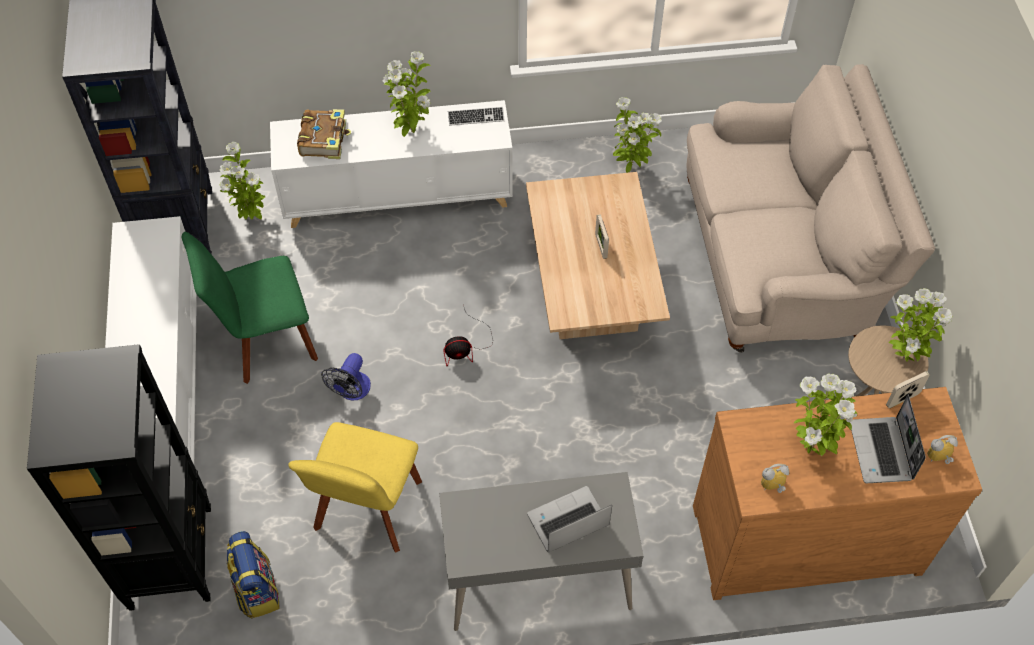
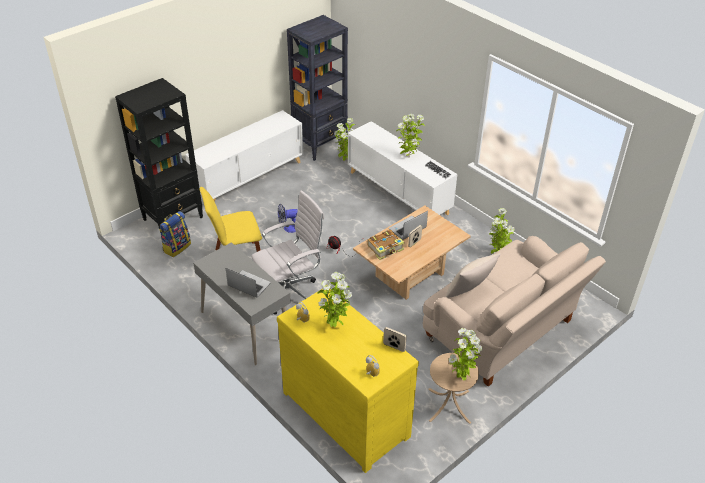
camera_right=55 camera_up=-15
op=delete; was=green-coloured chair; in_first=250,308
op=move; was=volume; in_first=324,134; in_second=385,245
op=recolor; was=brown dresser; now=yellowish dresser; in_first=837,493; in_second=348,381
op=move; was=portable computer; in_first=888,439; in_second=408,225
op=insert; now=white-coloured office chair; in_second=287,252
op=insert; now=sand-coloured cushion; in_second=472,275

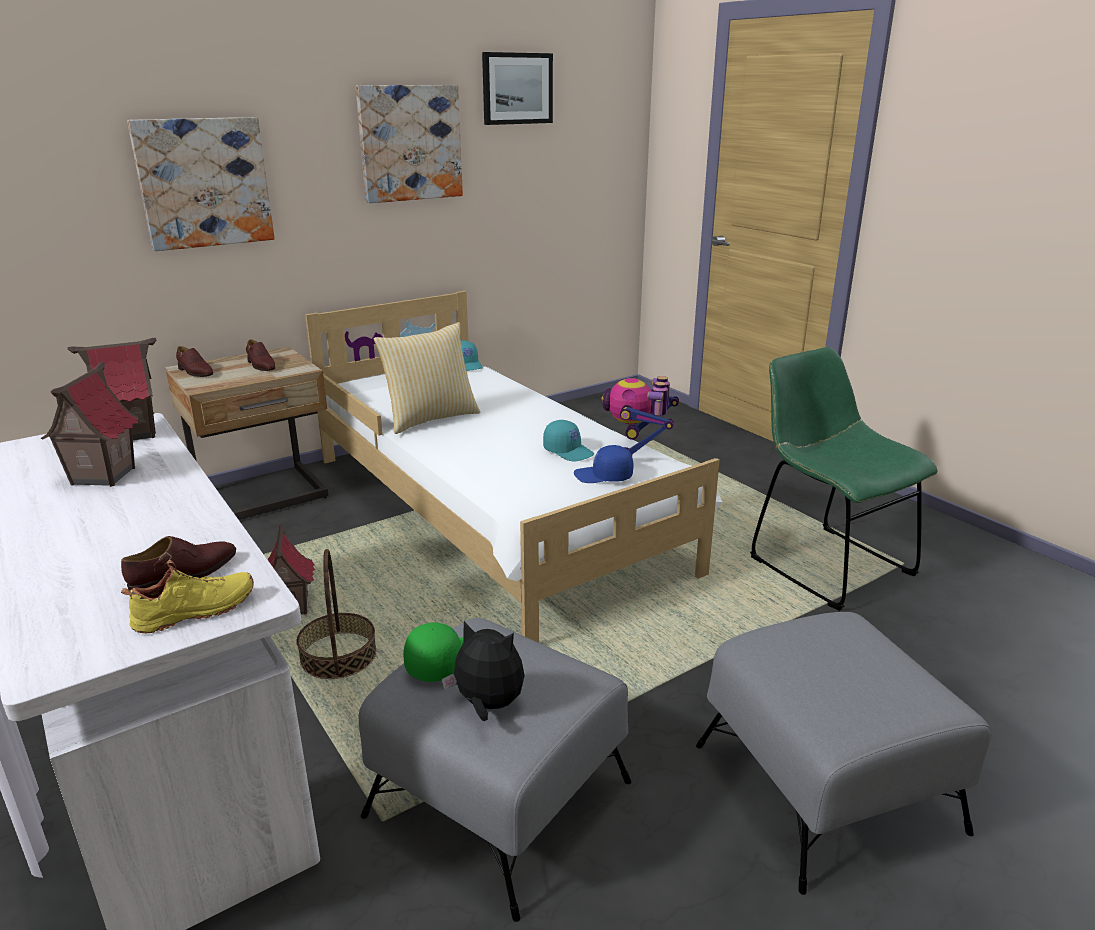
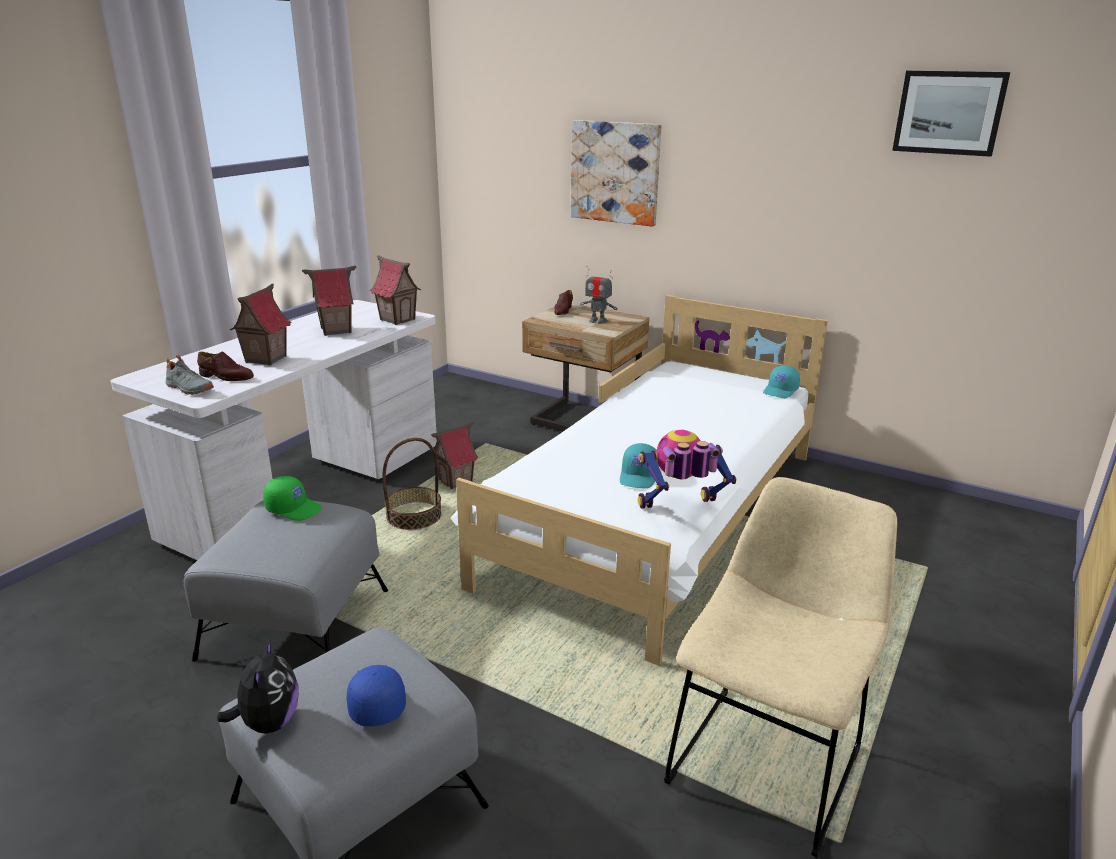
camera_right=65 camera_up=0
op=recolor; was=yellowish item of footwear; now=greyish item of footwear; in_first=187,596; in_second=190,374
op=replace; was=brown item of footwear; now=robot figure; in_first=260,355; in_second=599,295
op=delete; was=picture; in_first=409,144
op=delete; was=cushion; in_first=427,378
op=move; was=cuddly toy; in_first=483,671; in_second=258,686
op=move; was=bluish baseball cap; in_first=603,464; in_second=376,695
op=recolor; was=green-coloured chair; now=sand-coloured chair; in_first=844,479; in_second=780,667
op=insert; now=model house; in_second=261,325

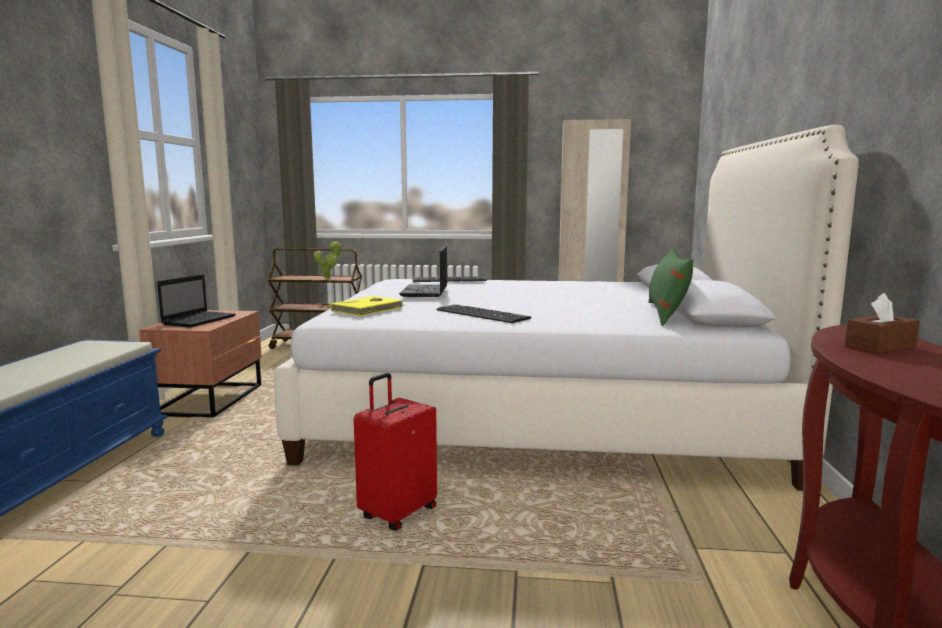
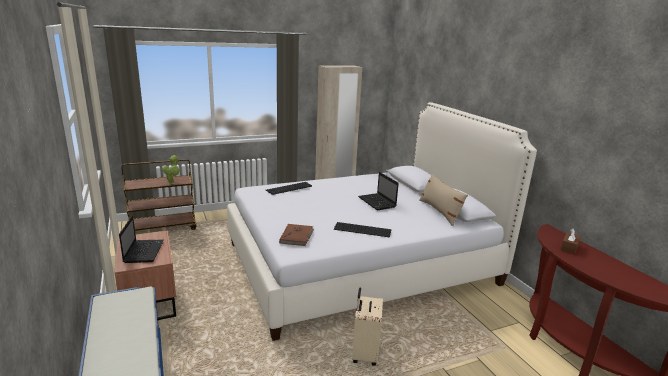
camera_right=-30 camera_up=10
op=recolor; was=yellowish volume; now=brown volume; in_first=368,306; in_second=296,235
op=recolor; was=reddish piece of luggage; now=sand-coloured piece of luggage; in_first=395,452; in_second=367,326
op=move; was=portable computer; in_first=423,271; in_second=378,191
op=recolor; was=green-coloured cushion; now=sand-coloured cushion; in_first=670,287; in_second=443,199

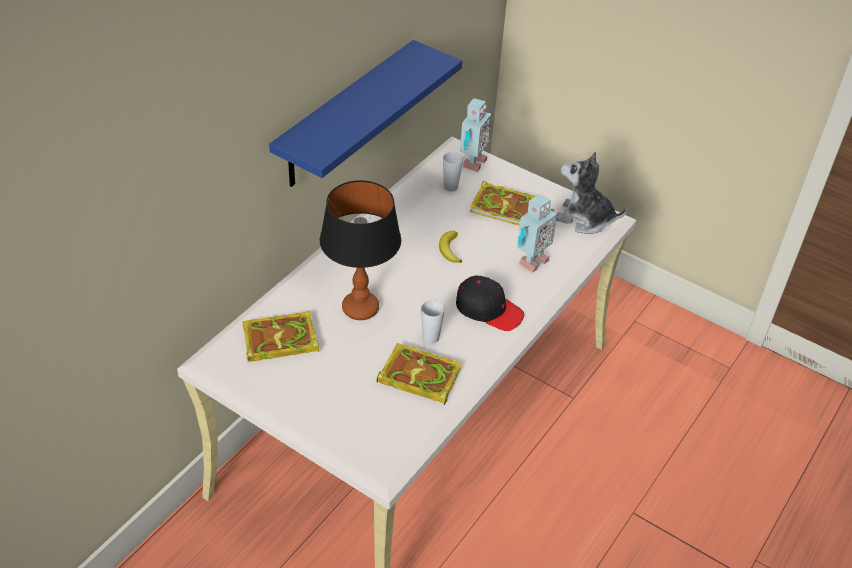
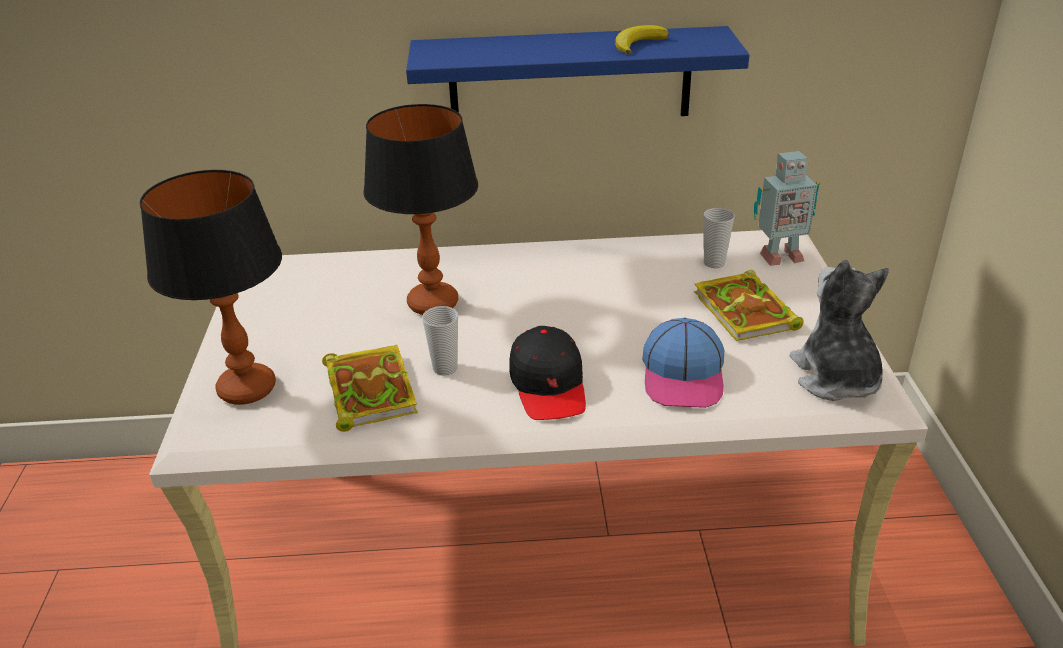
camera_right=55 camera_up=-10
op=delete; was=volume; in_first=280,336
op=move; was=whole banana; in_first=450,247; in_second=642,40
op=replace; was=robot figure; now=baseball cap; in_first=537,233; in_second=683,363
op=insert; now=table lamp; in_second=211,287

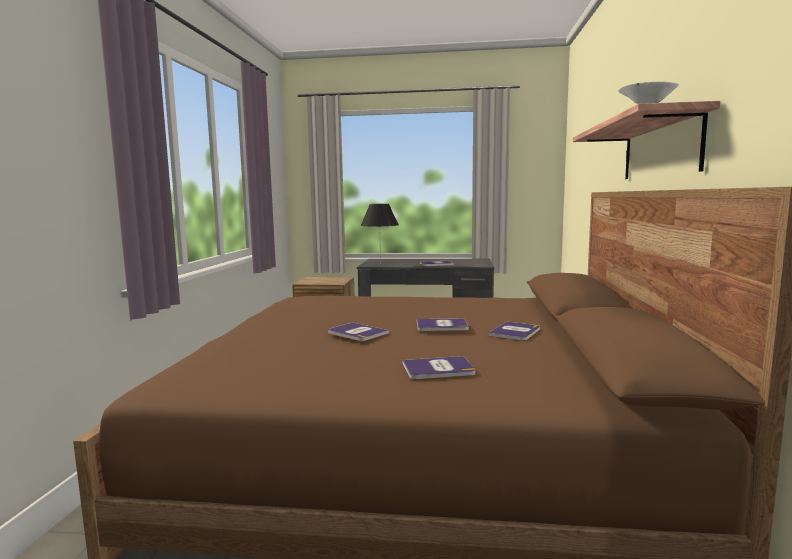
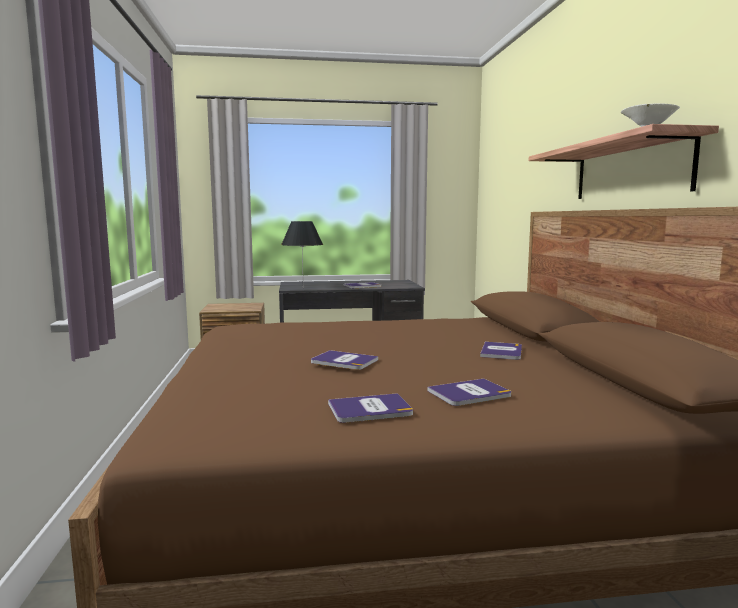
camera_right=-15 camera_up=0
op=move; was=volume; in_first=442,324; in_second=370,408

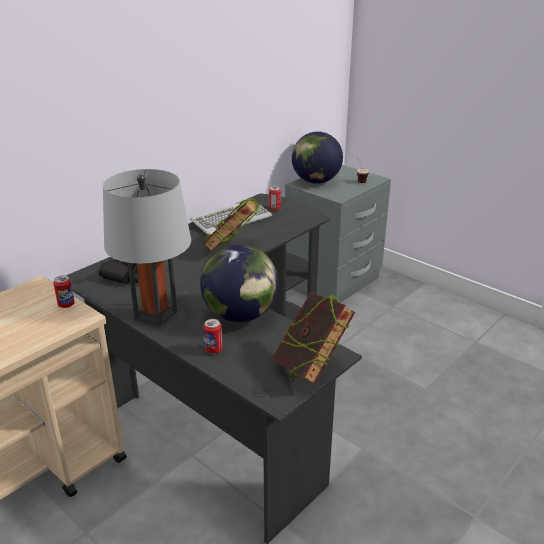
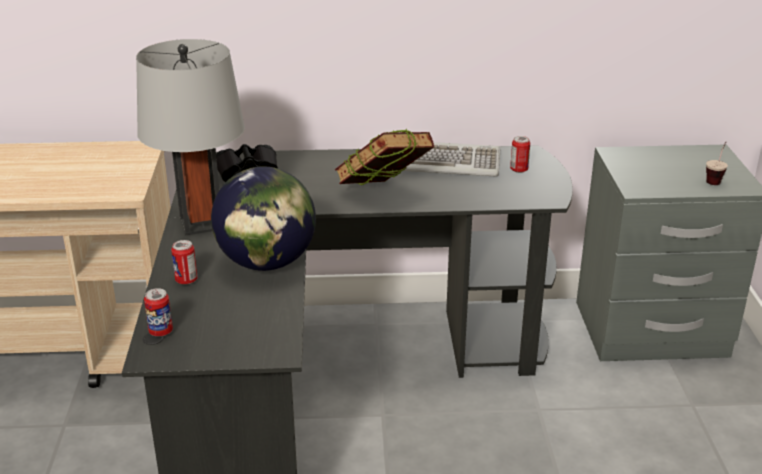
camera_right=45 camera_up=0
op=move; was=can; in_first=64,291; in_second=158,312
op=delete; was=volume; in_first=313,338
op=delete; was=globe; in_first=317,157

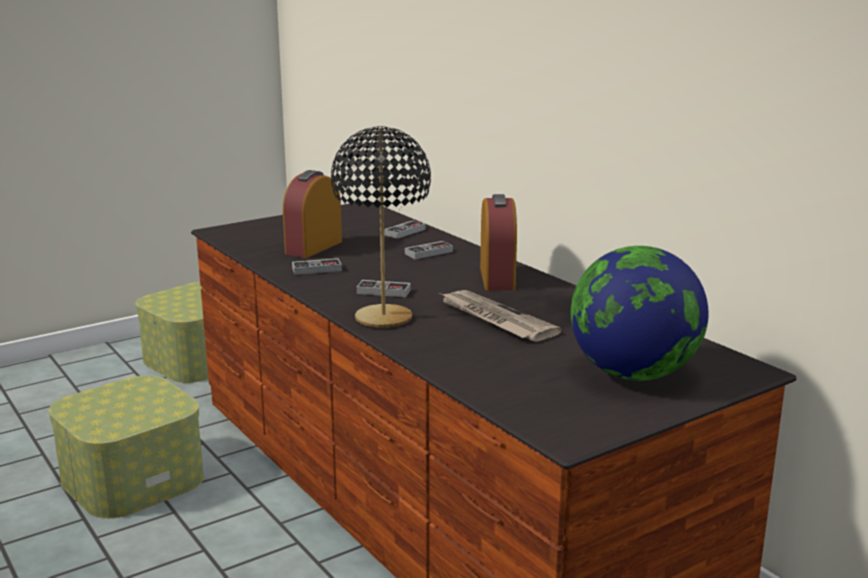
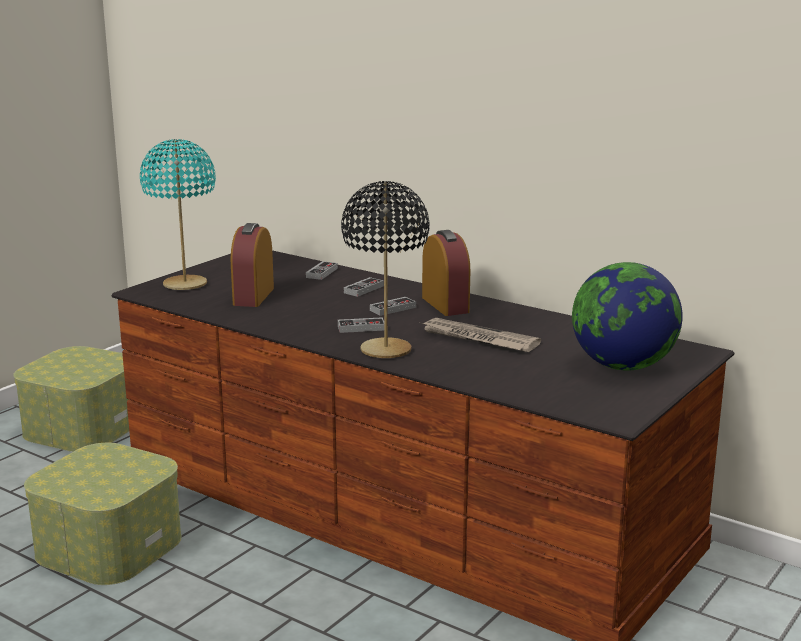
camera_right=-20 camera_up=0
op=move; was=gamepad; in_first=317,266; in_second=393,306
op=insert; now=turquoise-coloured table lamp; in_second=178,214

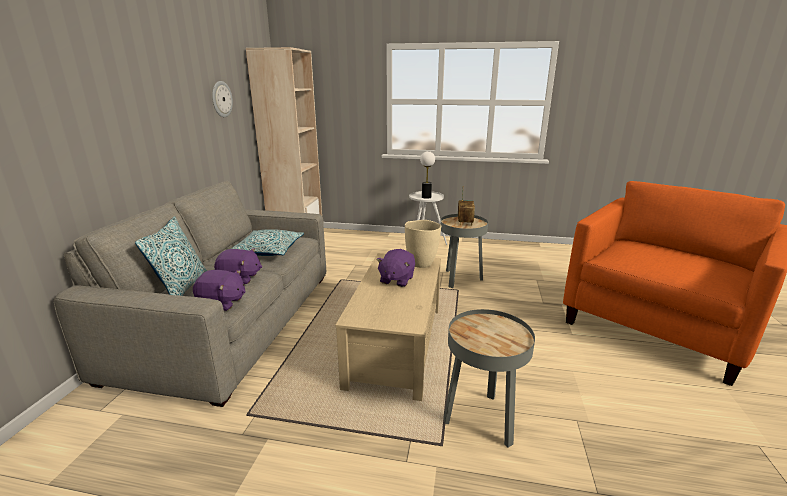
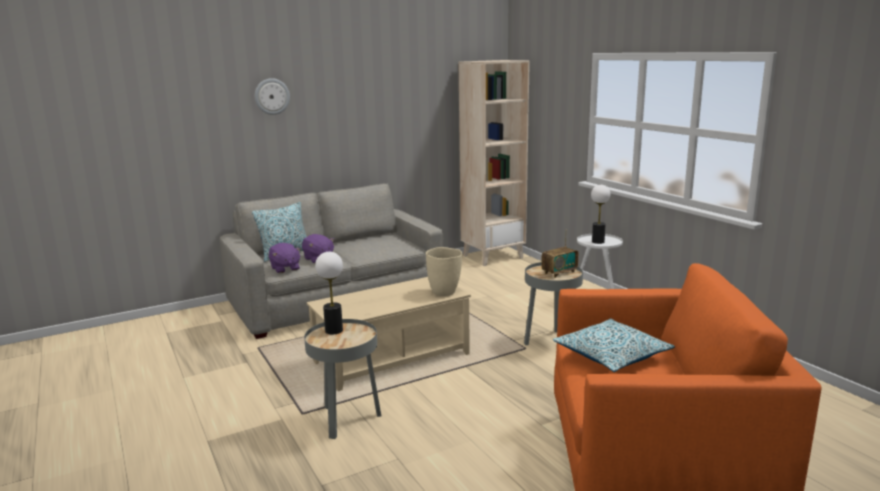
camera_right=50 camera_up=-5
op=move; was=wall clock; in_first=222,99; in_second=272,96
op=move; was=cushion; in_first=267,242; in_second=614,345
op=delete; was=purplish cuddly toy; in_first=395,268
op=insert; now=table lamp; in_second=329,293

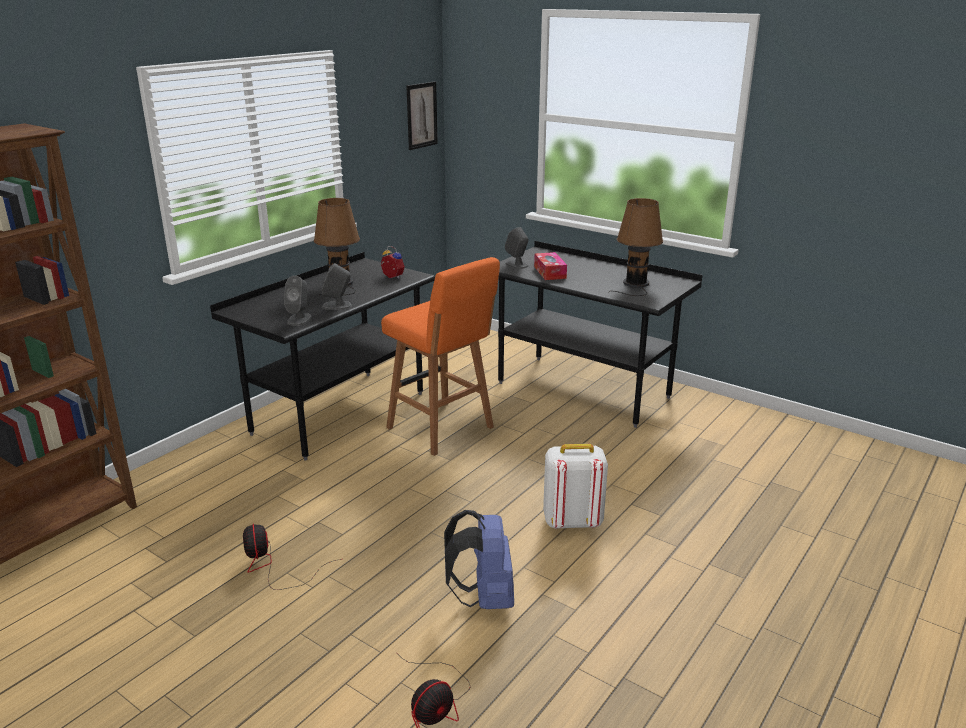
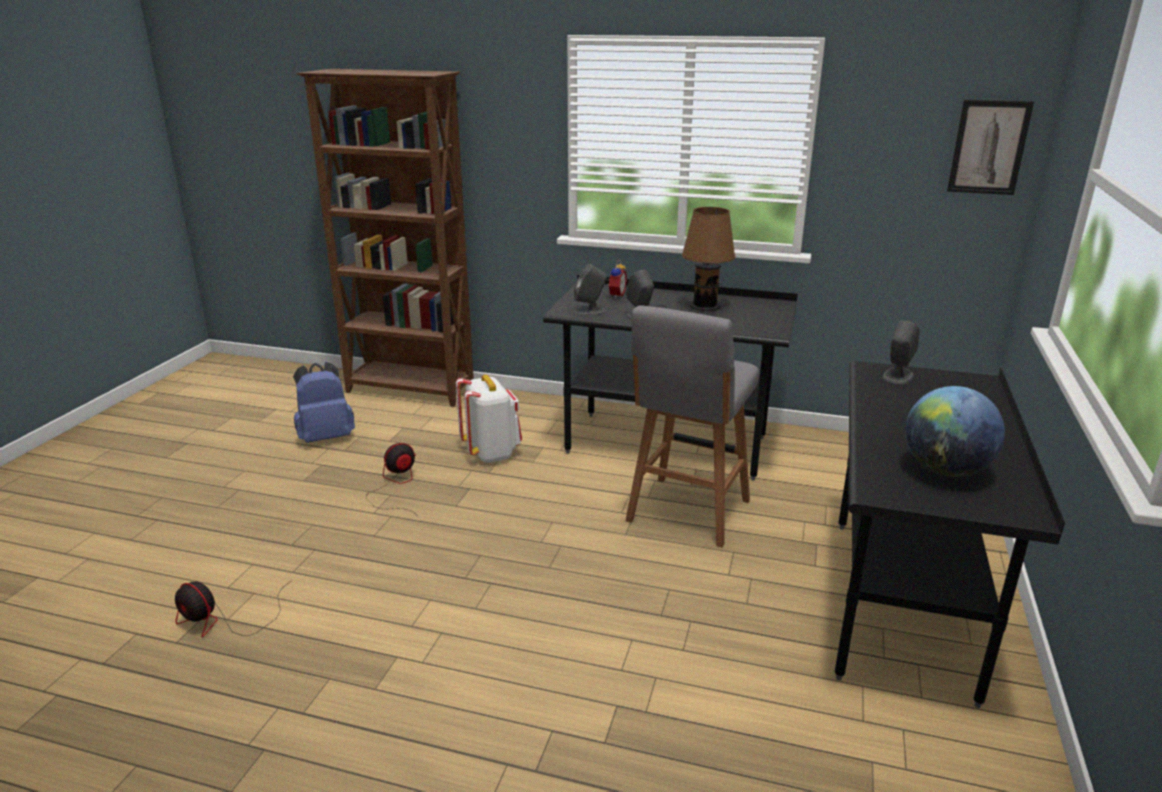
camera_right=70 camera_up=0
op=move; was=table clock; in_first=393,262; in_second=617,279
op=recolor; was=orange stool seat; now=greyish stool seat; in_first=440,356; in_second=692,426
op=move; was=bluish backpack; in_first=479,559; in_second=324,402
op=delete; was=tissue box; in_first=550,266
op=move; was=white-coloured backpack; in_first=575,486; in_second=489,419
op=replace; was=brown table lamp; now=globe; in_first=635,247; in_second=955,431

